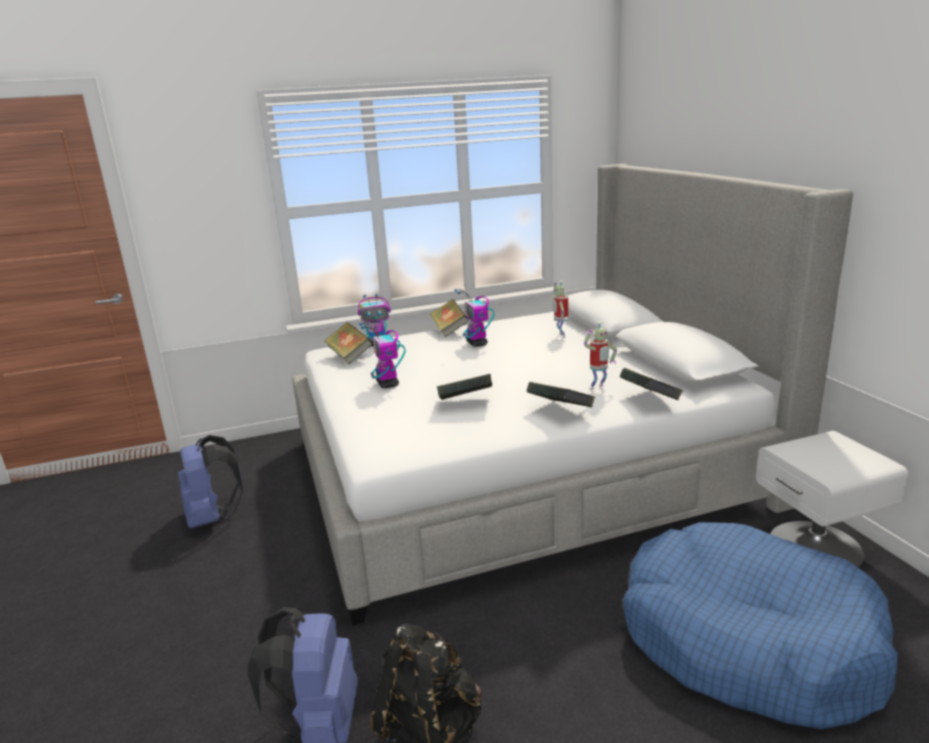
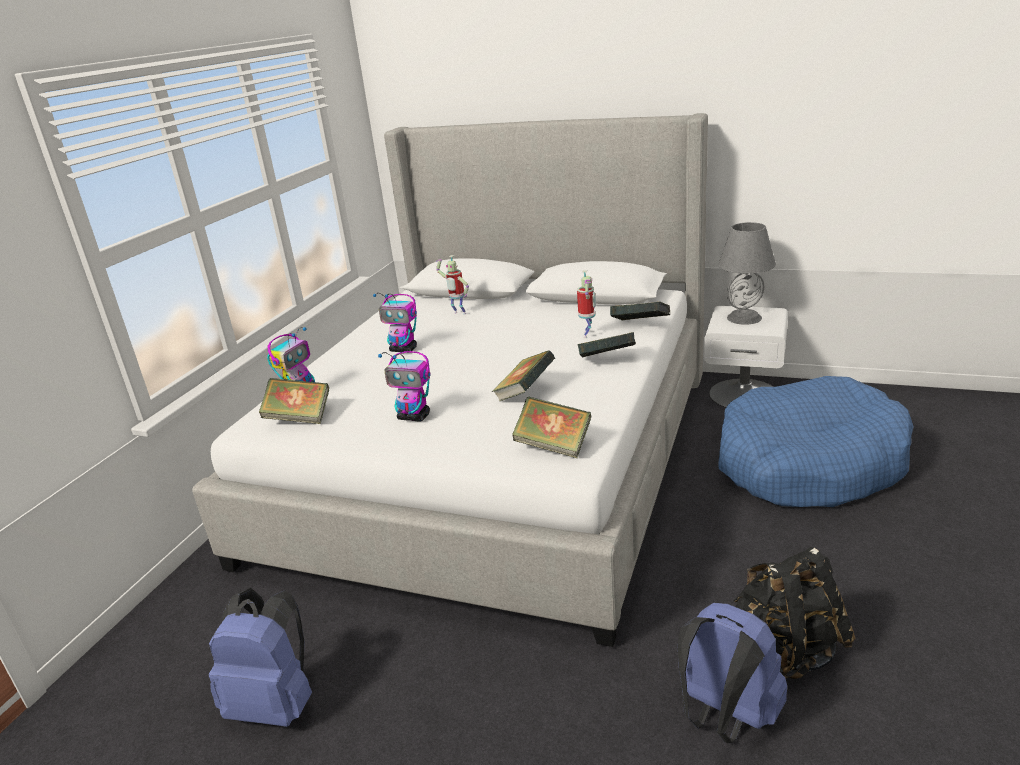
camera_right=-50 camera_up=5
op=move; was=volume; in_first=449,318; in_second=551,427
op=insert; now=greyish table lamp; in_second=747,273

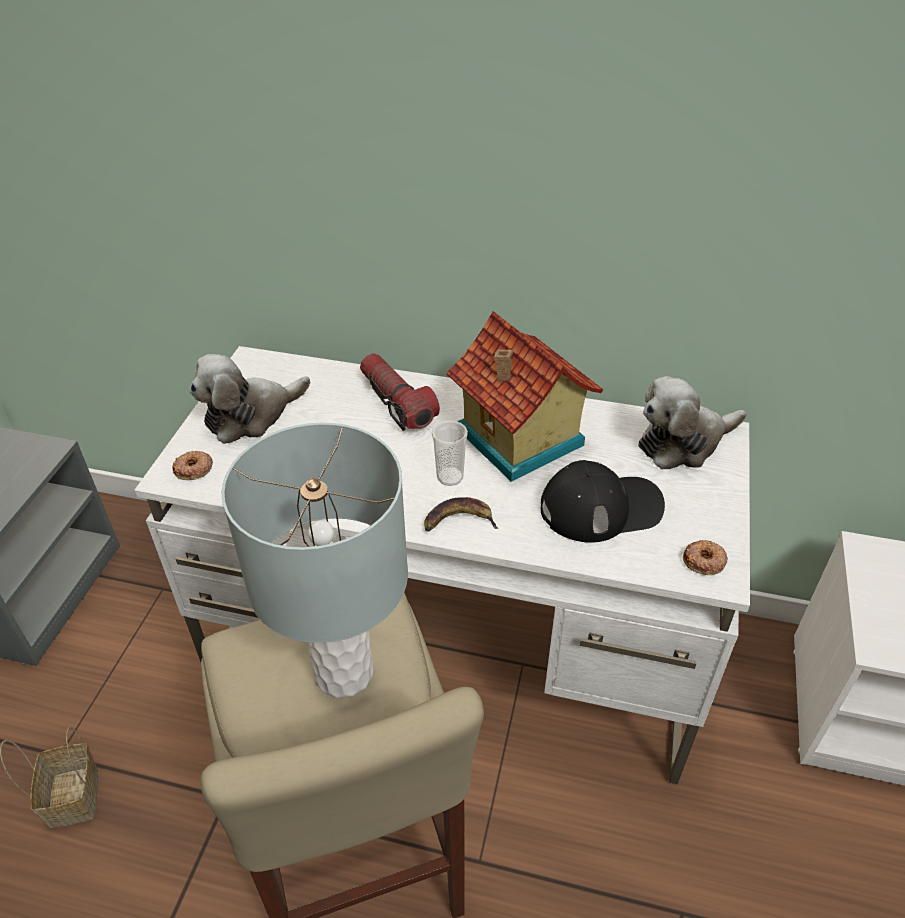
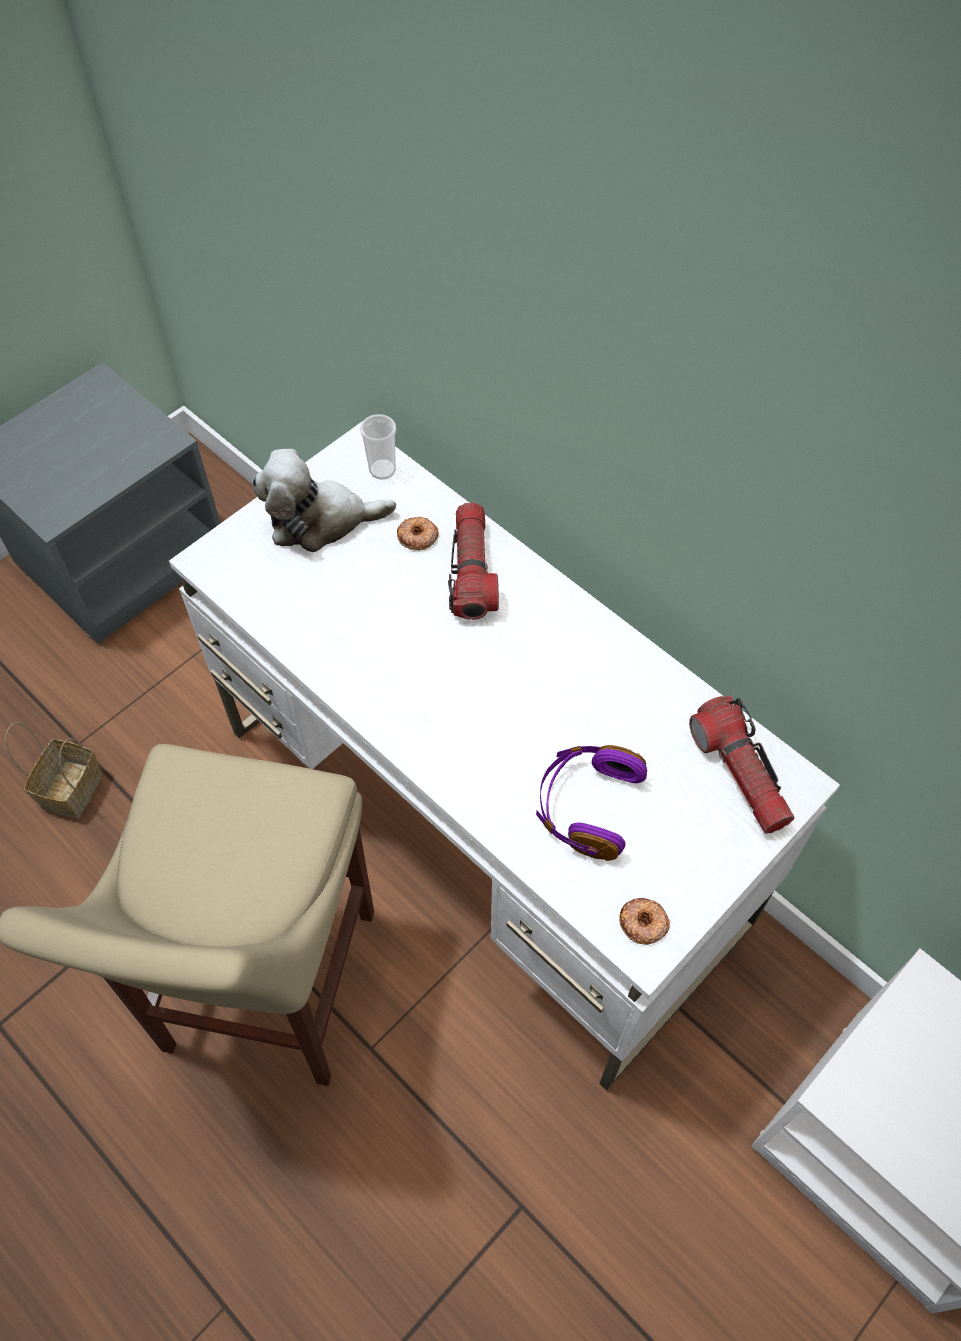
camera_right=30 camera_up=15
op=move; was=ring doughnut; in_first=193,465; in_second=418,534
op=delete; was=greyish table lamp; in_first=315,560
op=delete; was=whole banana; in_first=461,514
op=move; was=small cup; in_first=450,453; in_second=378,447
op=delete; was=model house; in_first=524,396
op=replace; was=blackish baseball cap; now=purplish headset; in_first=603,501; in_second=591,803
op=replace; was=cuddly toy; now=hand torch; in_first=692,422; in_second=741,765

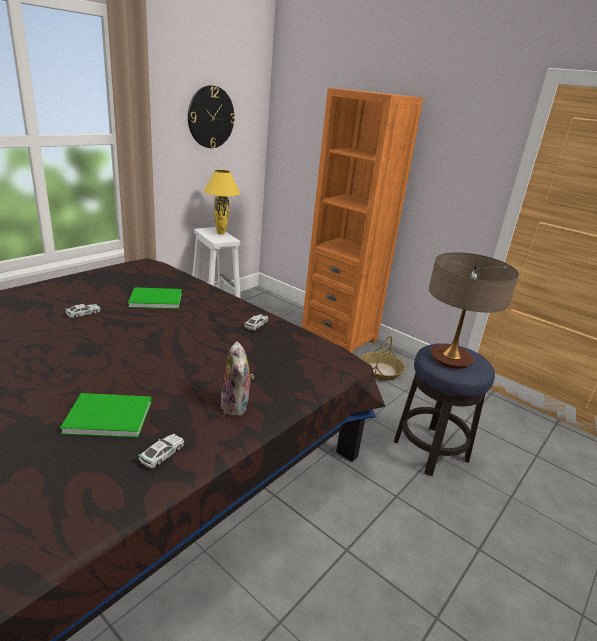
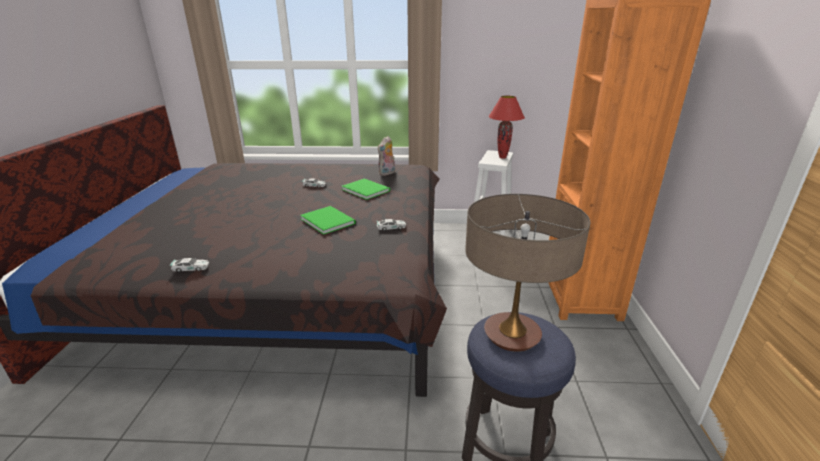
camera_right=55 camera_up=0
op=move; was=green-coloured volume; in_first=106,415; in_second=328,220
op=delete; was=wall clock; in_first=211,116
op=recolor; was=yellowish table lamp; now=reddish table lamp; in_first=222,202; in_second=507,127
op=move; was=cuddly toy; in_first=237,379; in_second=386,156
op=delete; was=basket; in_first=383,358

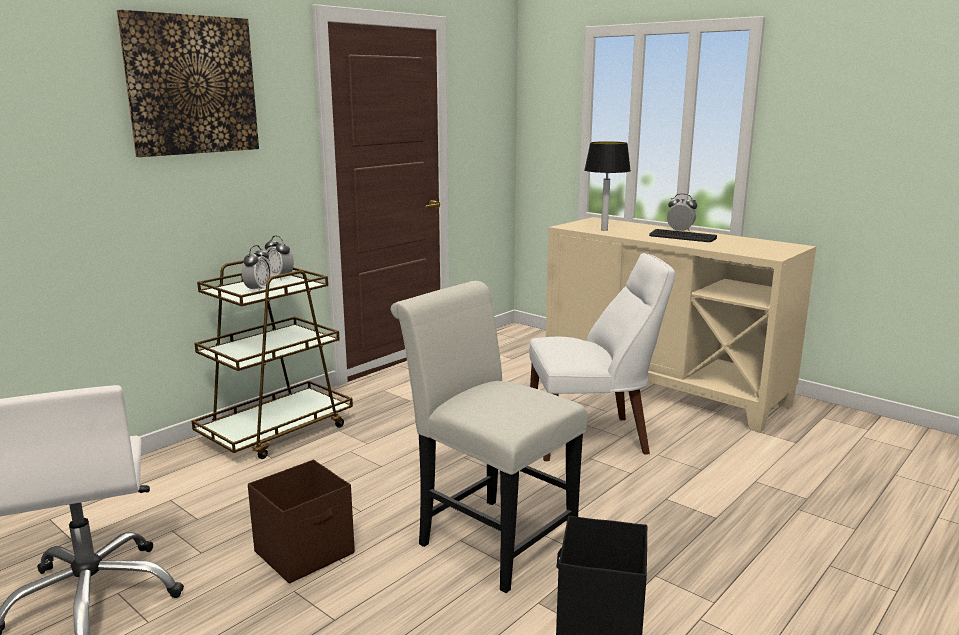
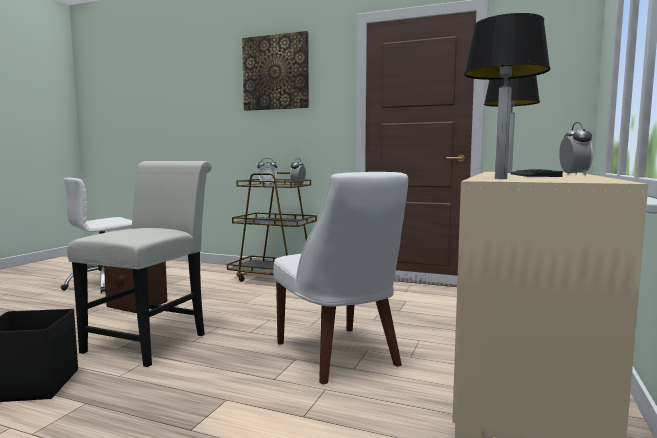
camera_right=70 camera_up=-10
op=insert; now=table lamp; in_second=507,96

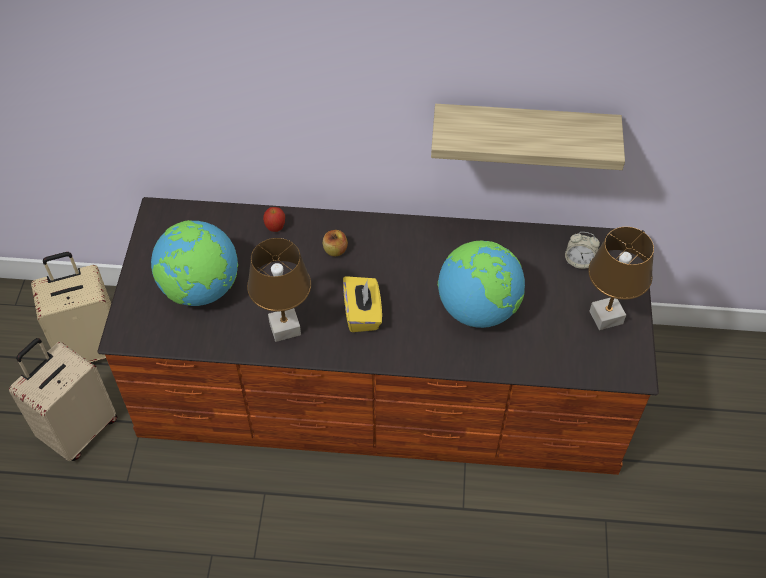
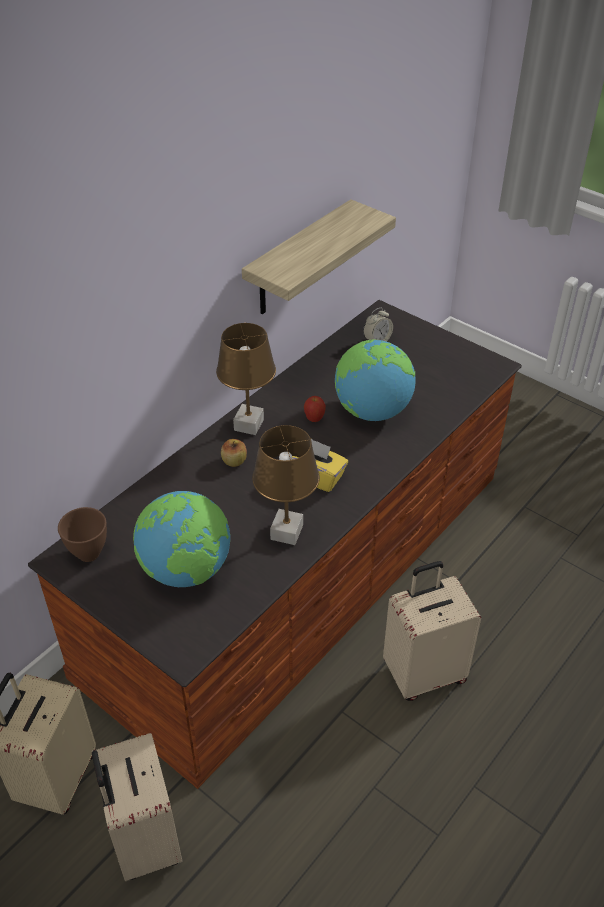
camera_right=-55 camera_up=-10
op=move; was=apple; in_first=274,219; in_second=315,409
op=move; was=brown table lamp; in_first=621,278; in_second=246,379
op=insert; now=brown bowl; in_second=82,534
op=insert; now=sand-coloured piece of luggage; in_second=432,631

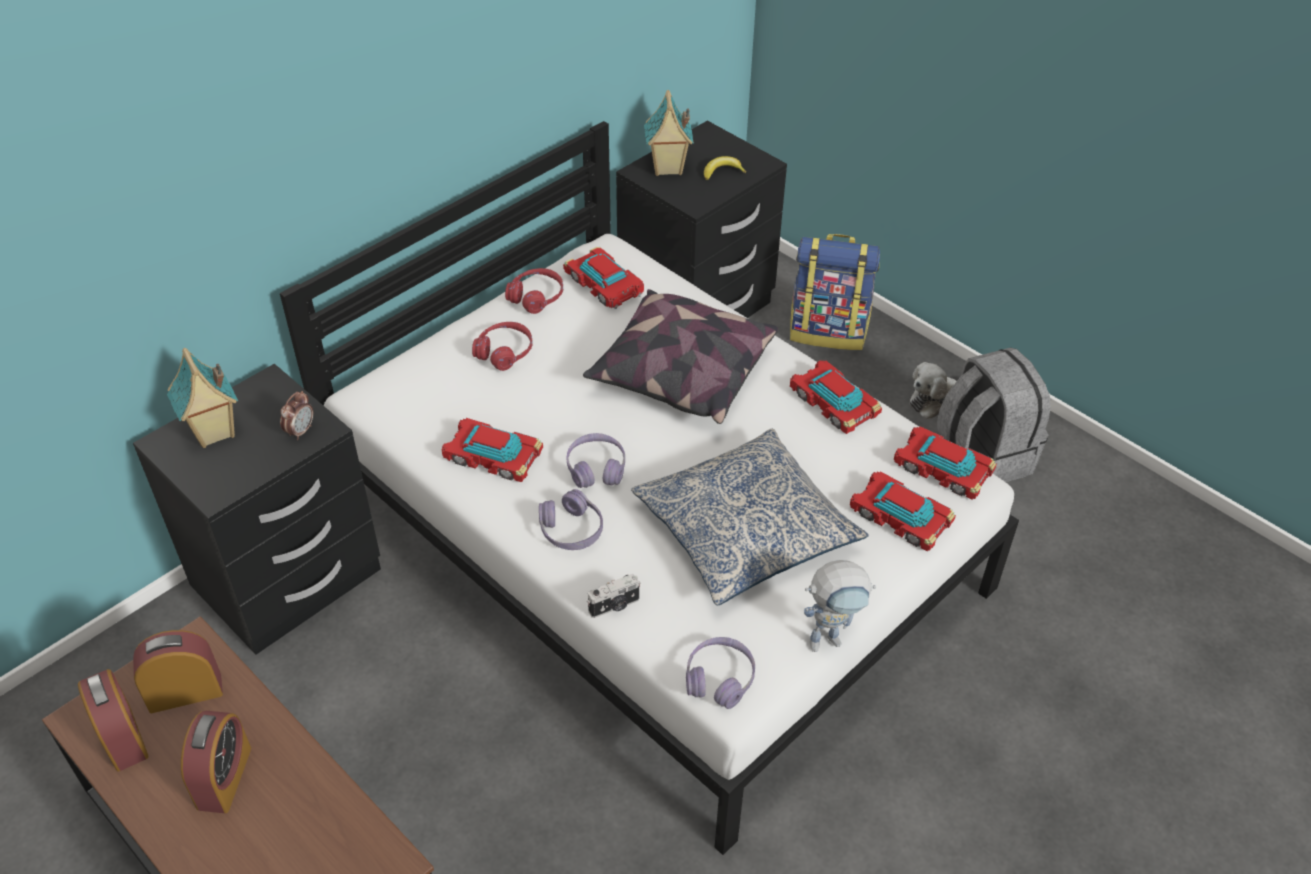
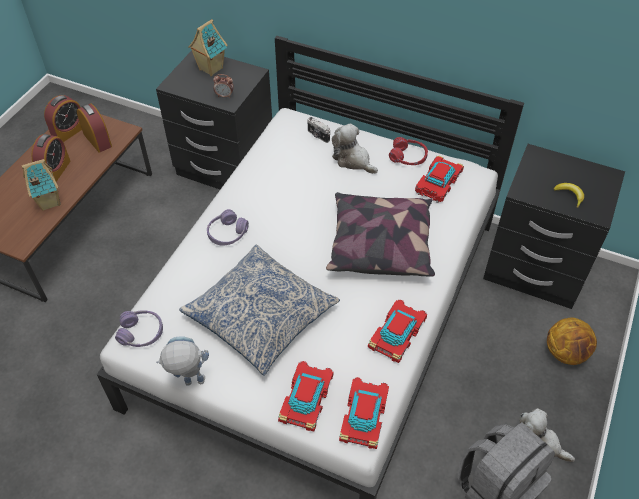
camera_right=70 camera_up=5
op=rotate; was=table clock; in_first=216,762; in_second=51,158; clockwise=-60
op=delete; was=miniature car; in_first=492,450
op=replace; was=reddish headset; now=cuddly toy; in_first=502,346; in_second=355,149
op=delete; was=purplish headset; in_first=595,460
op=move; was=still camera; in_first=613,596; in_second=318,130
op=move; was=model house; in_first=669,133; in_second=41,185
op=replace; was=backpack; now=basketball ball; in_first=835,292; in_second=572,341
op=rotate; was=robot figure; in_first=840,606; in_second=182,361; clockwise=120

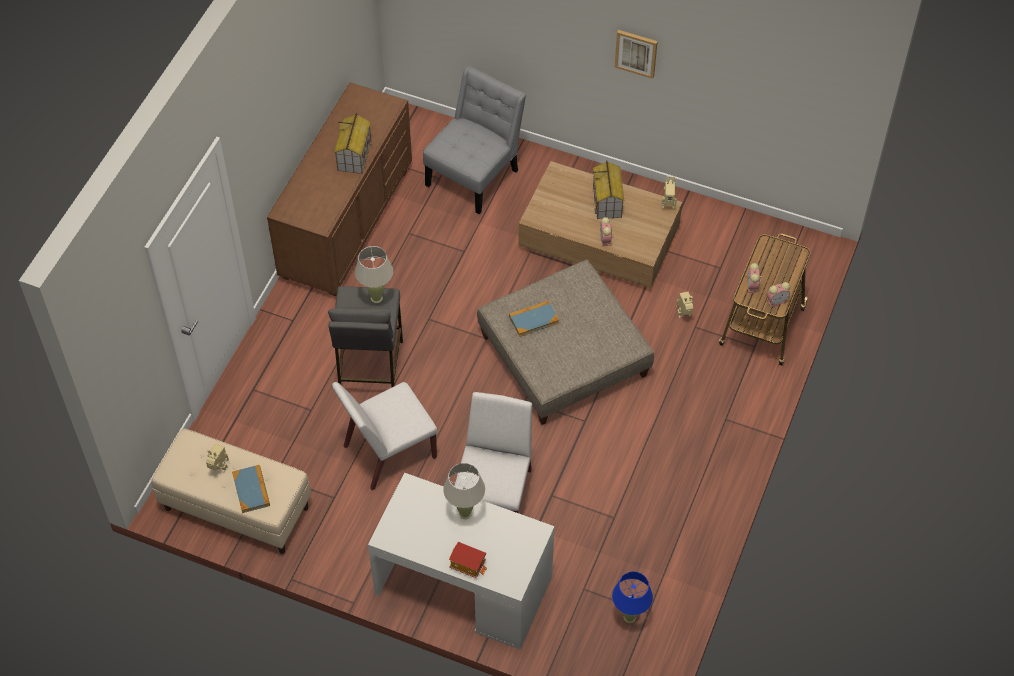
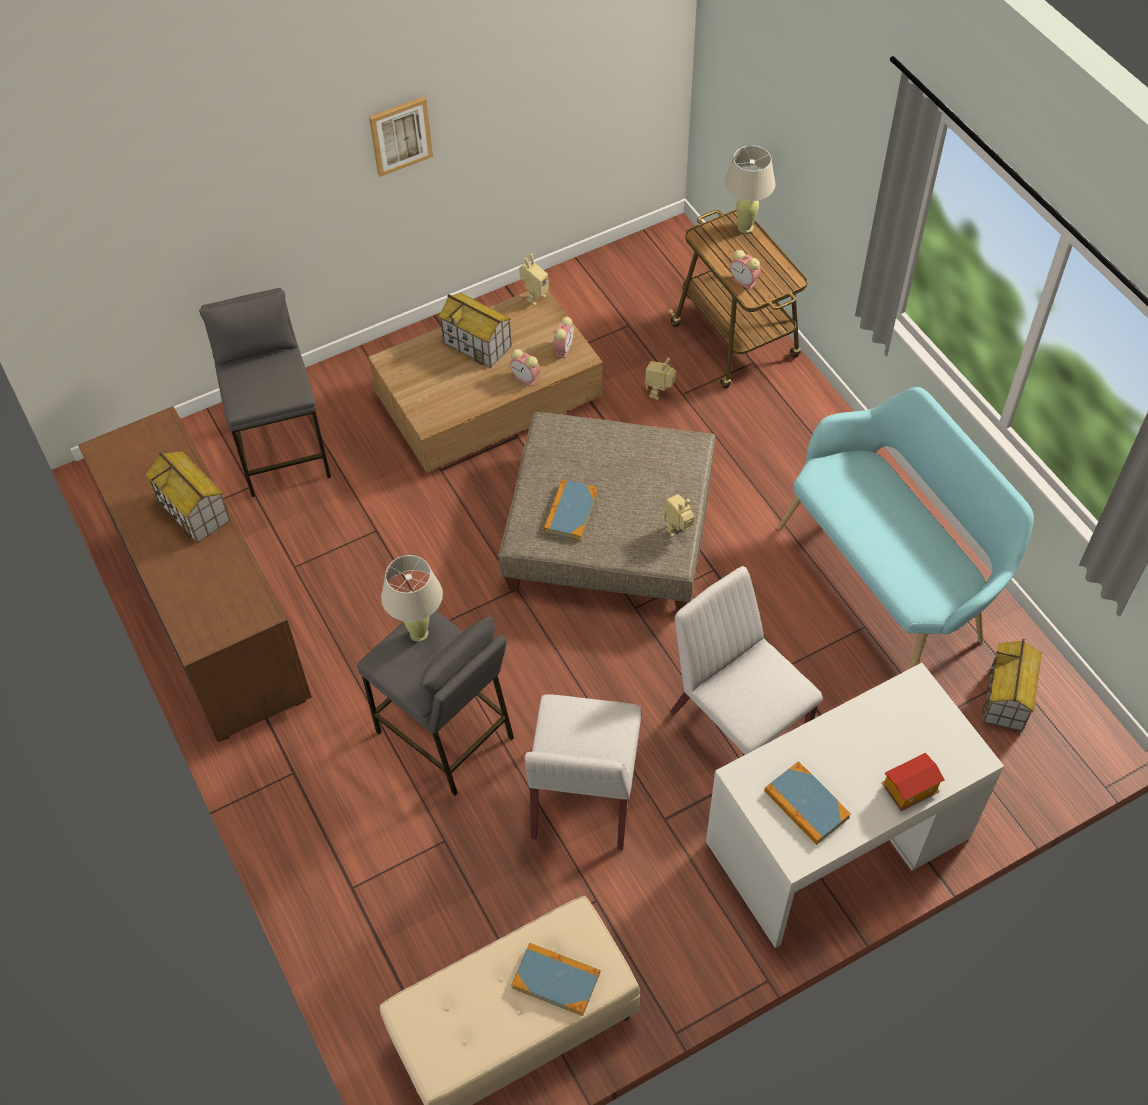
camera_right=-50 camera_up=0
op=move; was=robot figure; in_first=217,458; in_second=679,515
op=replace; was=greyish chair; now=greyish stool seat; in_first=474,140; in_second=265,392
op=move; was=sand-coloured table lamp; in_first=464,491; in_second=750,189
op=replace; was=bluish table lamp; now=model house; in_first=632,597; in_second=1012,685
op=move; was=table clock; in_first=778,294; in_second=563,338
op=insert; now=volume; in_second=807,803
op=insert; now=turquoise-coloured bench; in_second=906,527

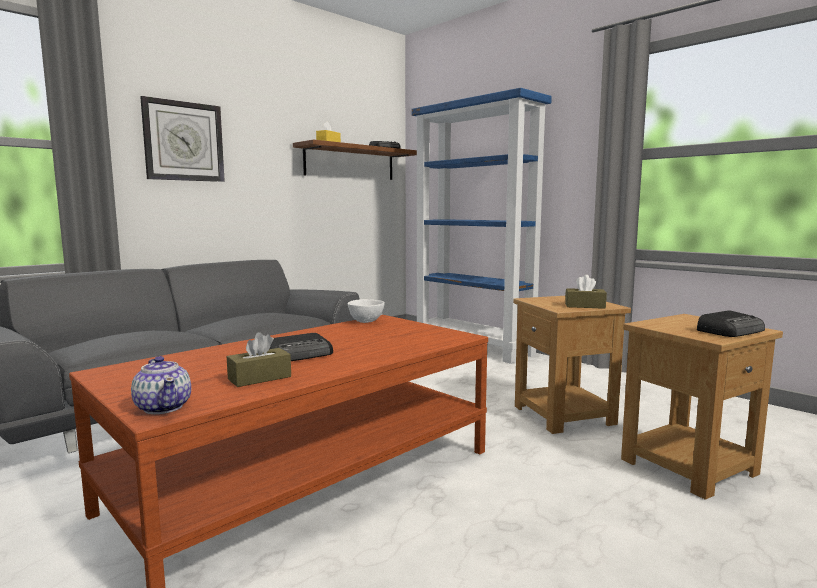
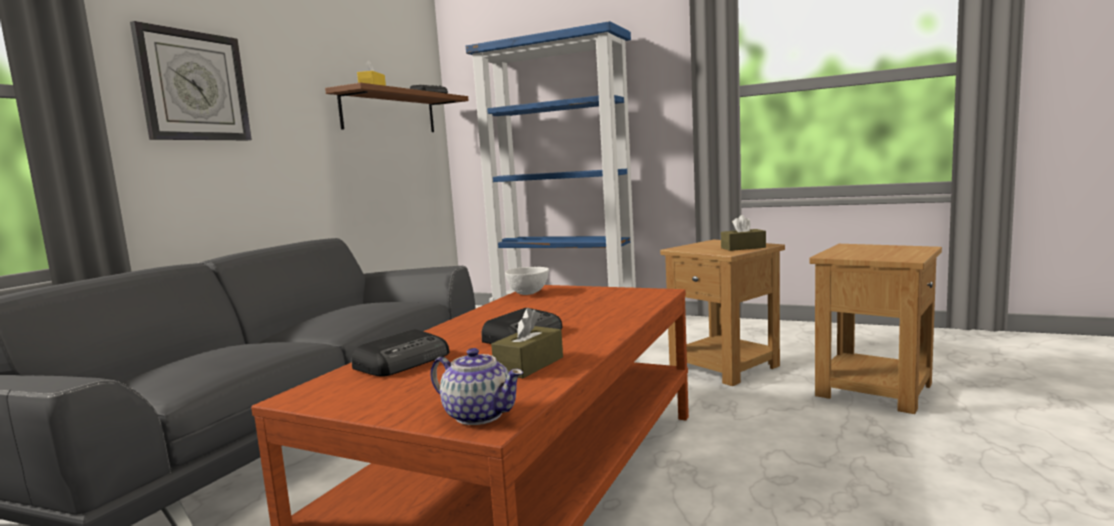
camera_right=-20 camera_up=0
op=move; was=radio receiver; in_first=731,323; in_second=400,353

